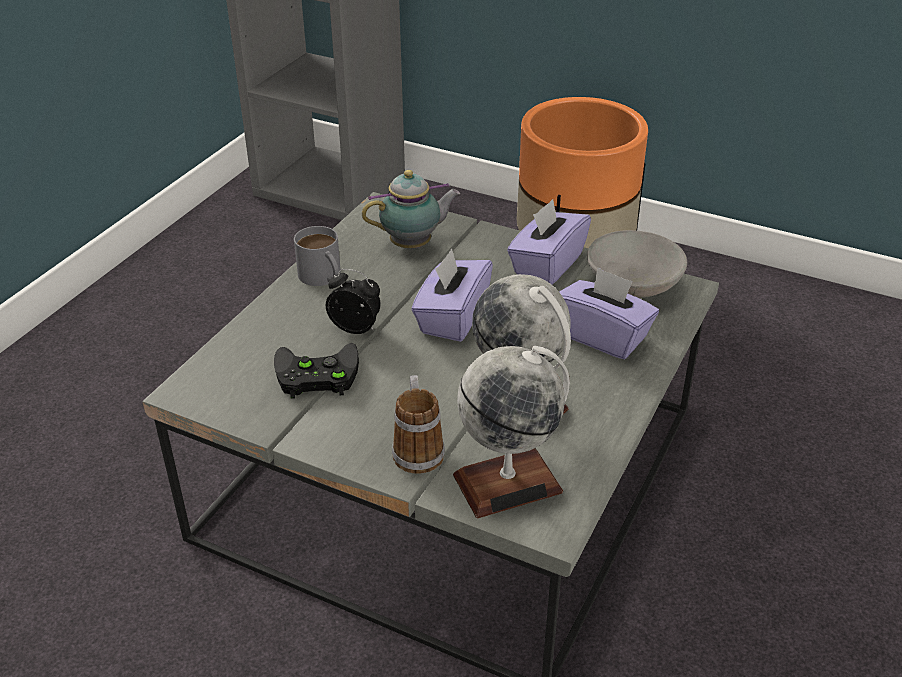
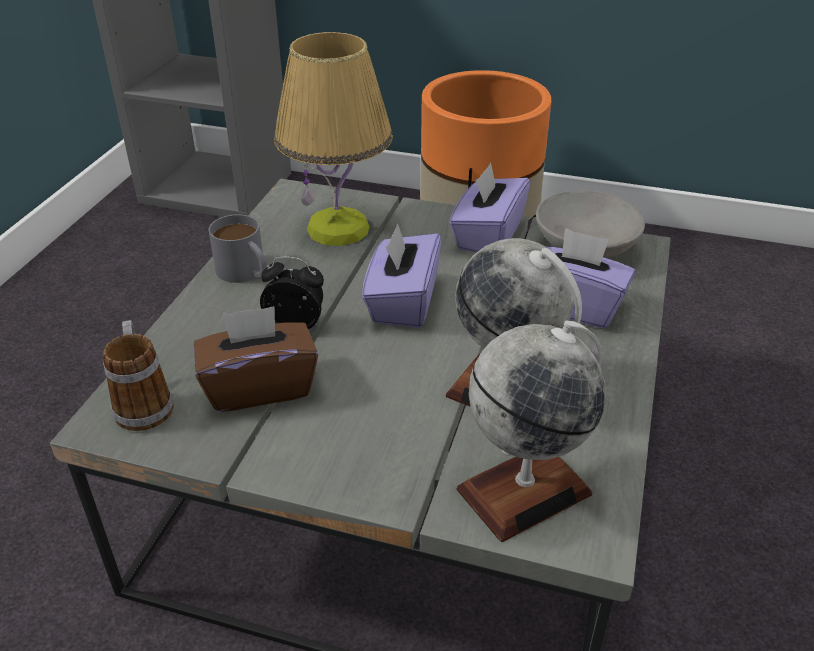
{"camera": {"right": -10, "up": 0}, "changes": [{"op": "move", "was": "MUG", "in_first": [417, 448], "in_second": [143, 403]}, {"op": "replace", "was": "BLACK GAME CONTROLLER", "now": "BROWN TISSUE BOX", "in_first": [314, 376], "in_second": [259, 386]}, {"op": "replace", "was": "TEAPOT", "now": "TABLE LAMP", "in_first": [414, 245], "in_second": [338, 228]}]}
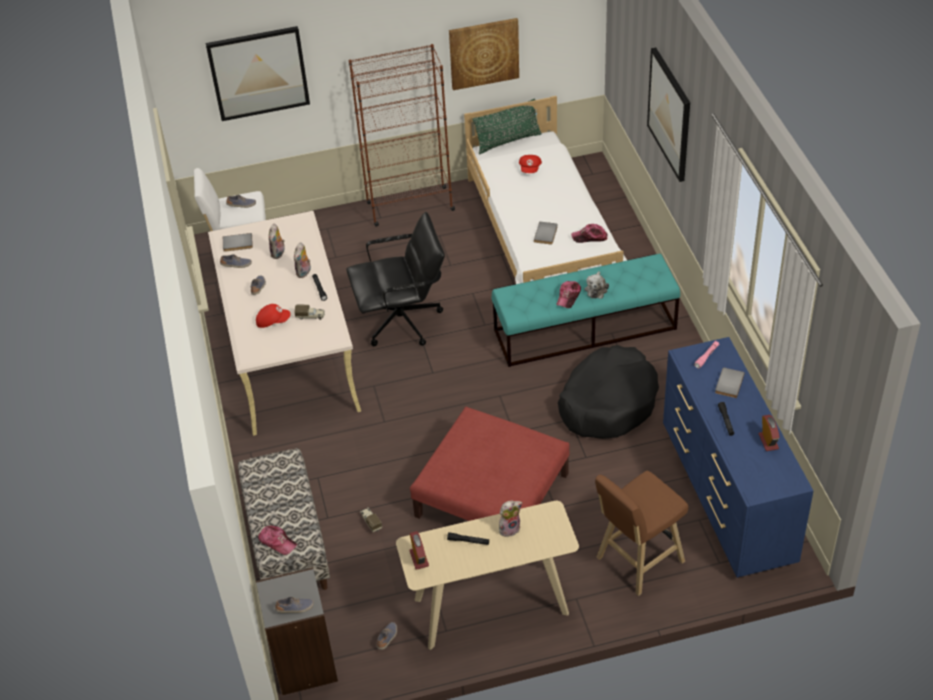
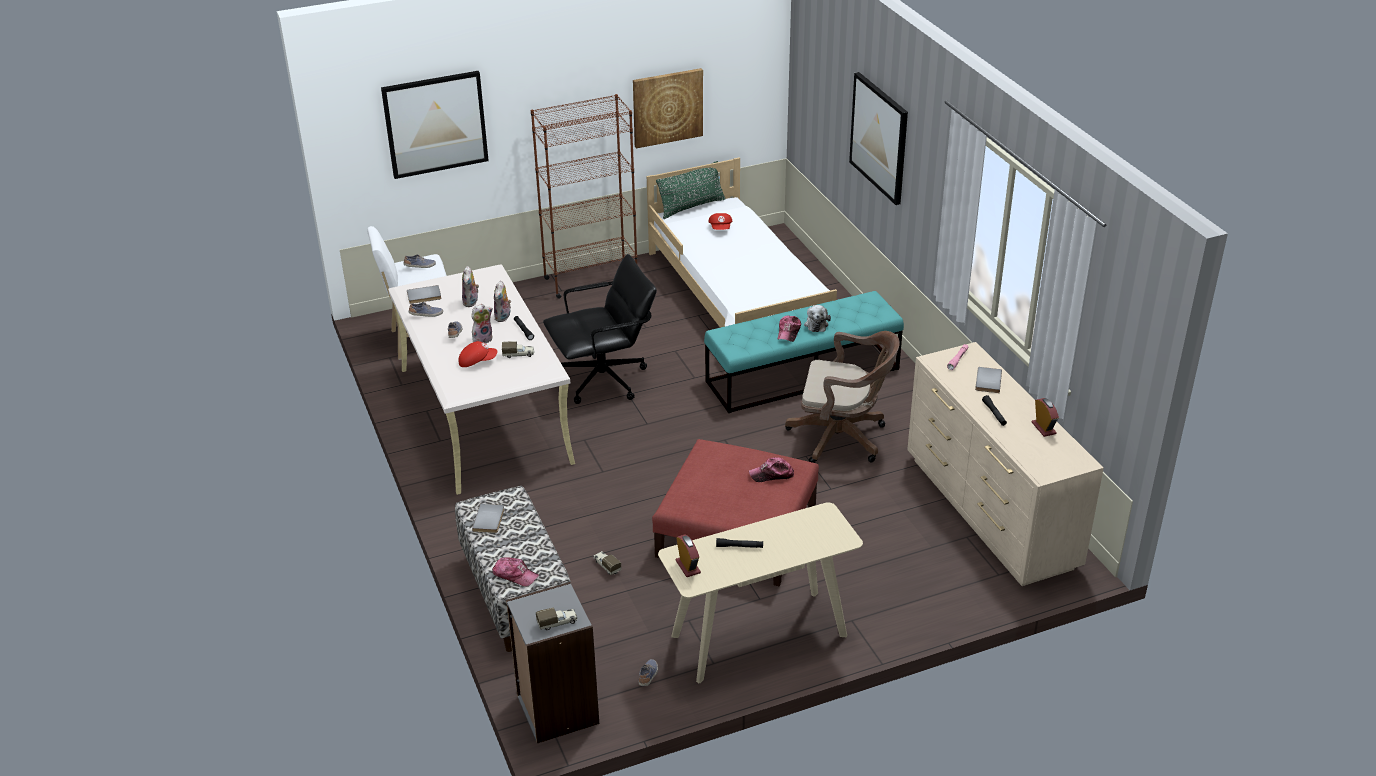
{"camera": {"right": -10, "up": -10}, "changes": [{"op": "move", "was": "PLUSH TOY", "in_first": [509, 528], "in_second": [482, 339]}, {"op": "move", "was": "GREY BOOK", "in_first": [546, 234], "in_second": [490, 520]}, {"op": "replace", "was": "SHOE", "now": "TOY TRUCK", "in_first": [295, 608], "in_second": [557, 623]}, {"op": "move", "was": "CAP", "in_first": [589, 237], "in_second": [772, 474]}, {"op": "replace", "was": "BLACK DOG BED", "now": "BROWN OFFICE CHAIR", "in_first": [608, 402], "in_second": [842, 438]}, {"op": "recolor", "was": "BLUE DRESSER", "now": "BEIGE DRESSER", "in_first": [727, 496], "in_second": [990, 513]}, {"op": "delete", "was": "BROWN STOOL", "in_first": [637, 562]}]}
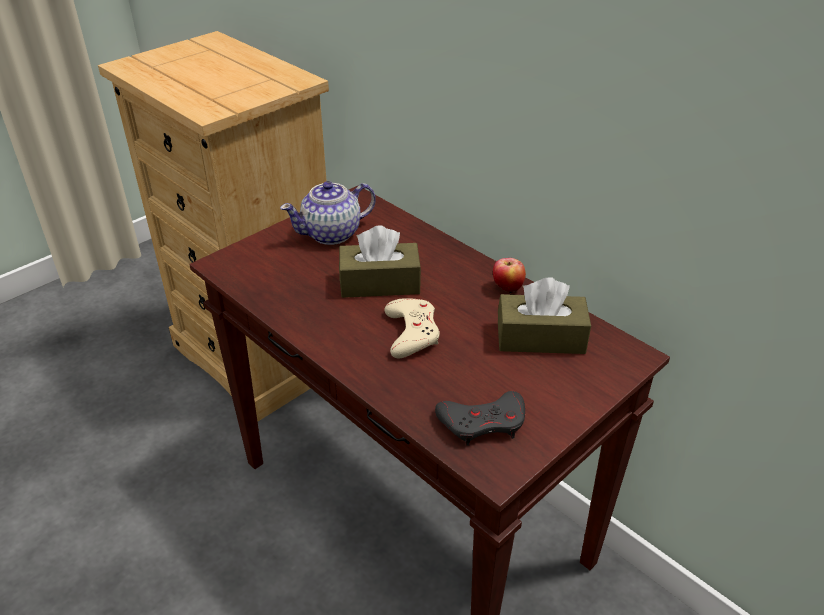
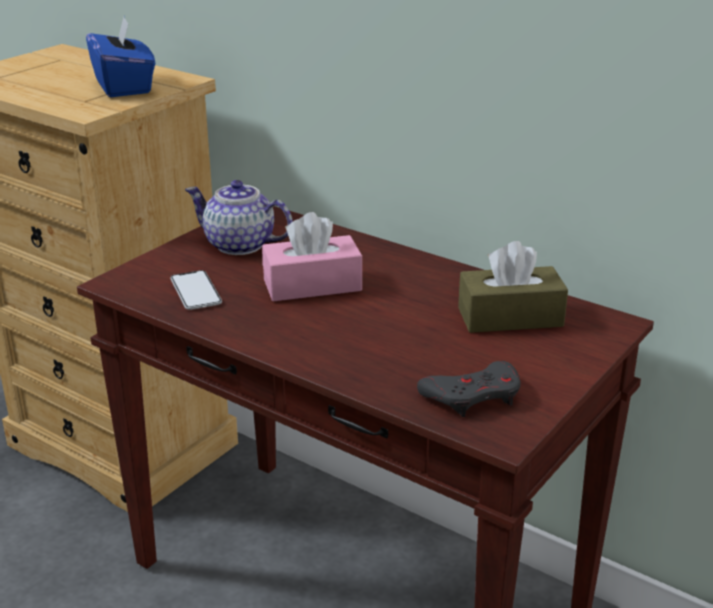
{"camera": {"right": -10, "up": -10}, "changes": [{"op": "insert", "now": "BLUE TISSUE BOX", "in_second": [124, 86]}, {"op": "insert", "now": "PHONE", "in_second": [195, 291]}, {"op": "rotate", "was": "TEAPOT", "in_first": [332, 234], "in_second": [240, 245], "clockwise": 60}, {"op": "recolor", "was": "BROWN TISSUE BOX", "now": "PINK TISSUE BOX", "in_first": [380, 283], "in_second": [312, 285]}, {"op": "delete", "was": "BEIGE GAME CONTROLLER", "in_first": [411, 332]}, {"op": "delete", "was": "APPLE", "in_first": [507, 289]}]}
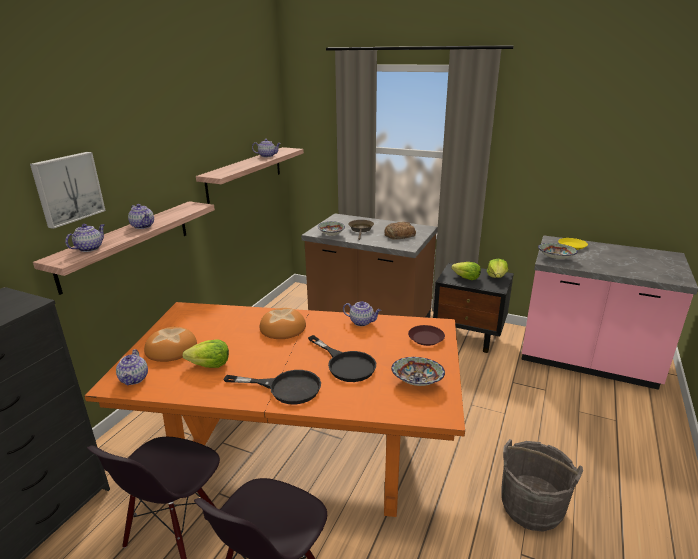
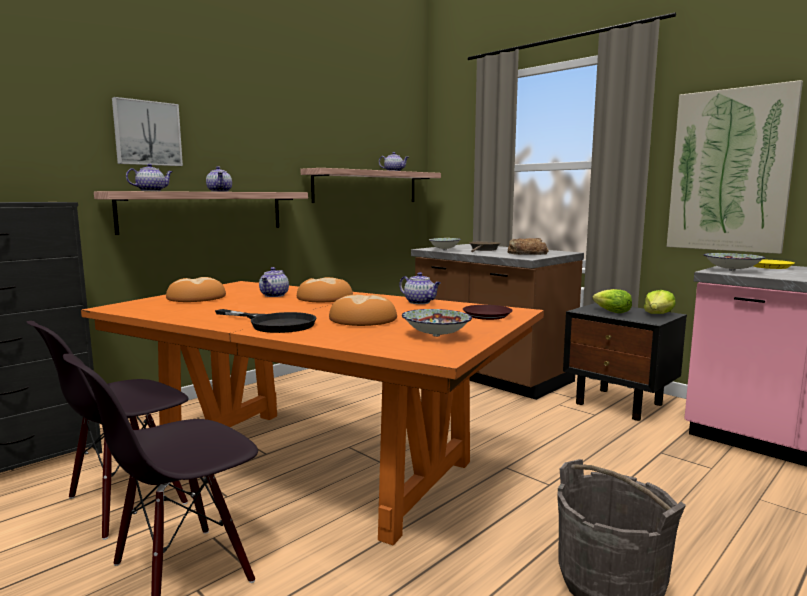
{"camera": {"right": 20, "up": -15}, "changes": [{"op": "move", "was": "TEAPOT", "in_first": [134, 379], "in_second": [274, 295]}, {"op": "replace", "was": "BLACK FRYING PAN", "now": "BREAD", "in_first": [346, 364], "in_second": [363, 319]}, {"op": "insert", "now": "PICTURE", "in_second": [729, 171]}, {"op": "delete", "was": "LETTUCE", "in_first": [210, 365]}]}
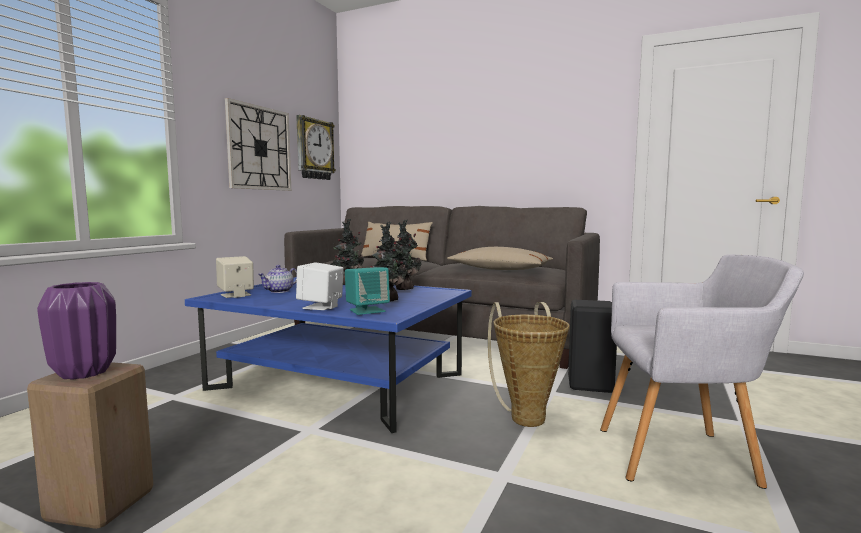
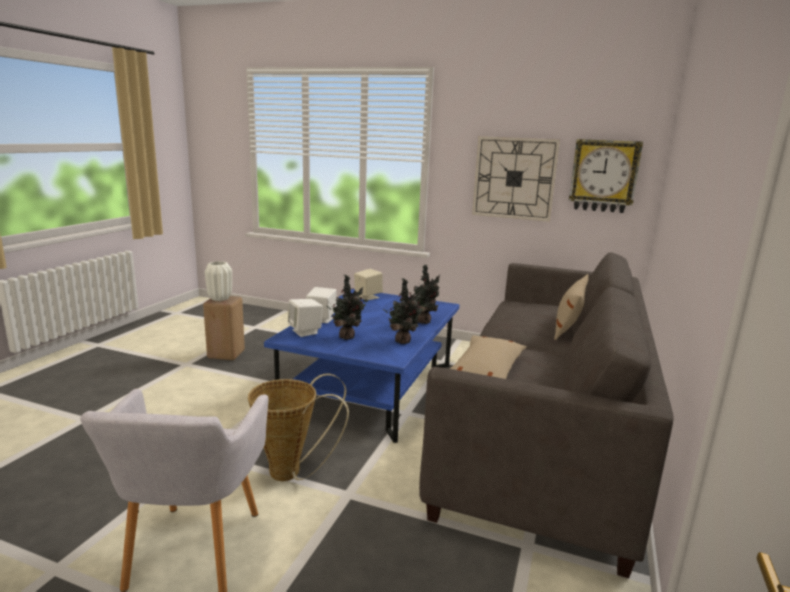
{"camera": {"right": 85, "up": 10}, "changes": [{"op": "recolor", "was": "PURPLE VASE", "now": "WHITE VASE", "in_first": [83, 373], "in_second": [220, 298]}, {"op": "recolor", "was": "TURQUOISE SPEAKER", "now": "WHITE SPEAKER", "in_first": [367, 310], "in_second": [305, 332]}, {"op": "delete", "was": "TEAPOT", "in_first": [279, 291]}, {"op": "delete", "was": "BLACK STOOL", "in_first": [591, 384]}]}
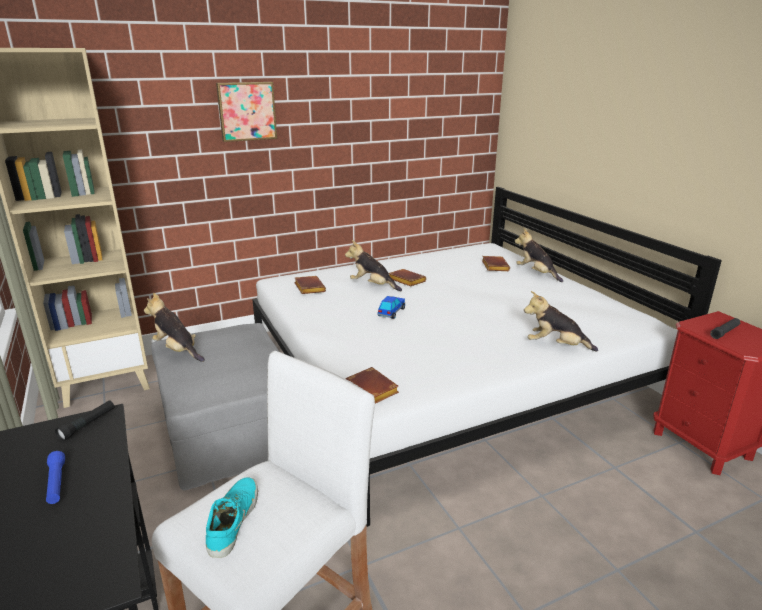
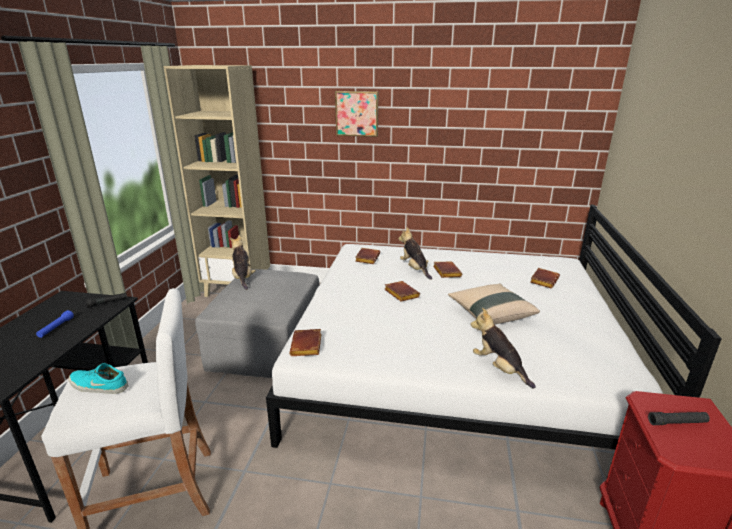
{"camera": {"right": 35, "up": 0}, "changes": [{"op": "rotate", "was": "TURQUOISE SHOE", "in_first": [232, 520], "in_second": [98, 386], "clockwise": -120}, {"op": "replace", "was": "TOY CAR", "now": "BROWN BOOK", "in_first": [391, 312], "in_second": [400, 294]}, {"op": "insert", "now": "BEIGE PILLOW", "in_second": [490, 314]}, {"op": "delete", "was": "PLUSH TOY", "in_first": [536, 273]}]}
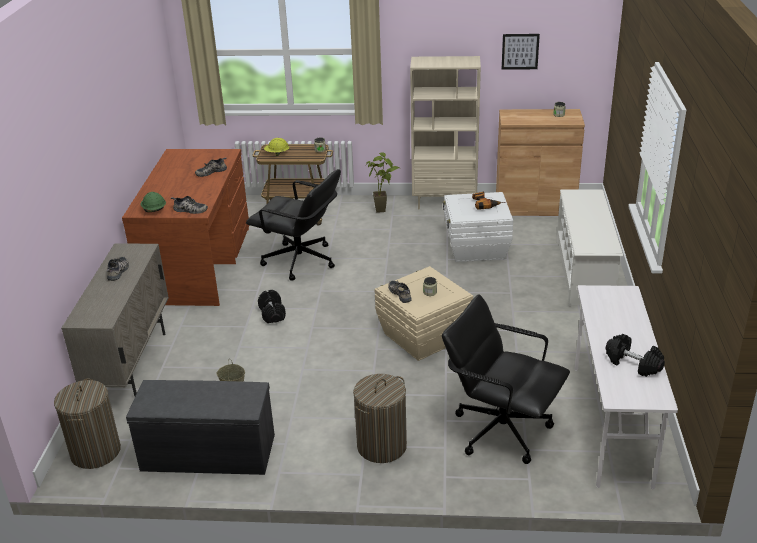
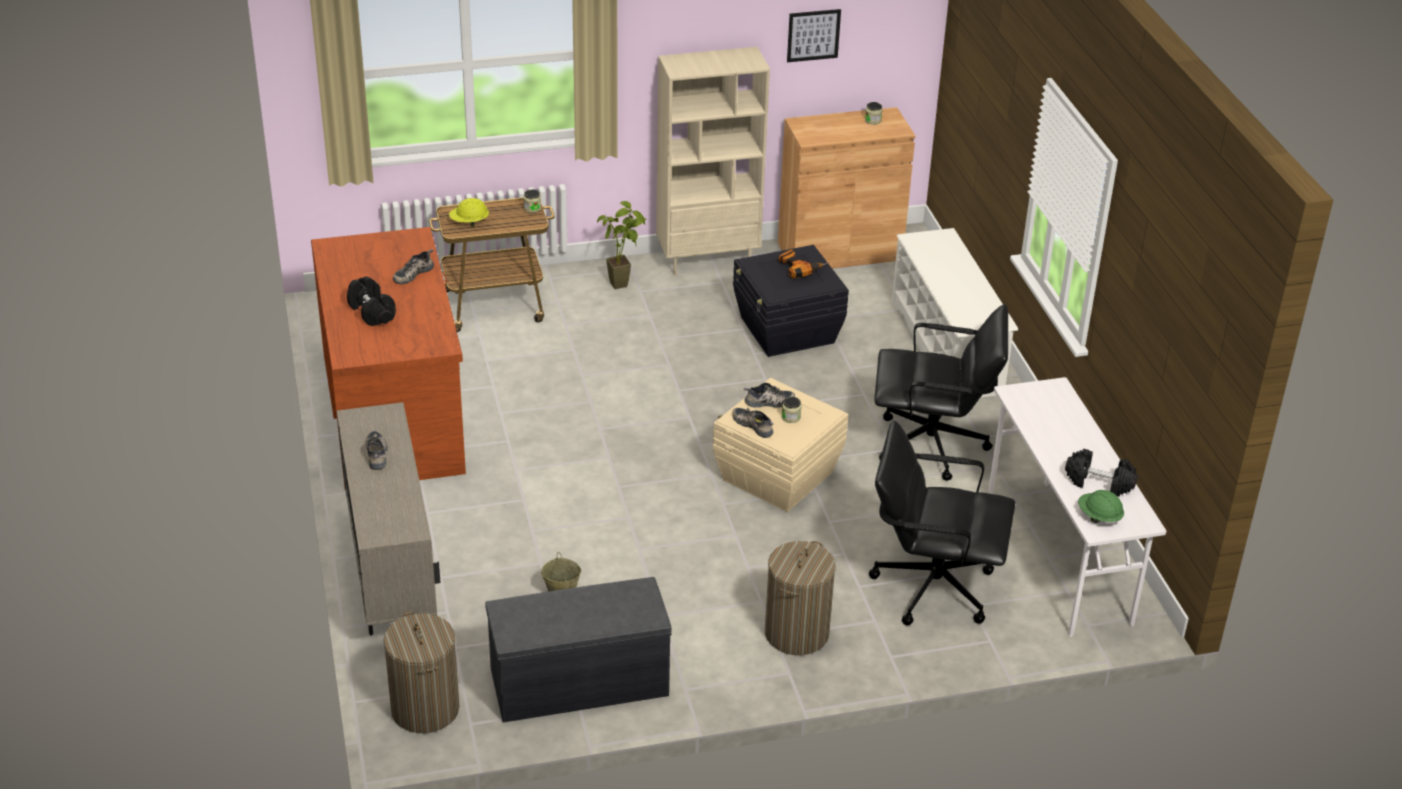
{"camera": {"right": -20, "up": 5}, "changes": [{"op": "move", "was": "BLACK DUMBBELL", "in_first": [272, 313], "in_second": [371, 312]}, {"op": "recolor", "was": "WHITE STORAGE BOX", "now": "BLACK STORAGE BOX", "in_first": [476, 248], "in_second": [787, 331]}, {"op": "move", "was": "SHOE", "in_first": [189, 210], "in_second": [769, 402]}, {"op": "move", "was": "BLACK OFFICE CHAIR", "in_first": [300, 261], "in_second": [932, 446]}, {"op": "move", "was": "GREEN HARD HAT", "in_first": [154, 210], "in_second": [1099, 517]}]}
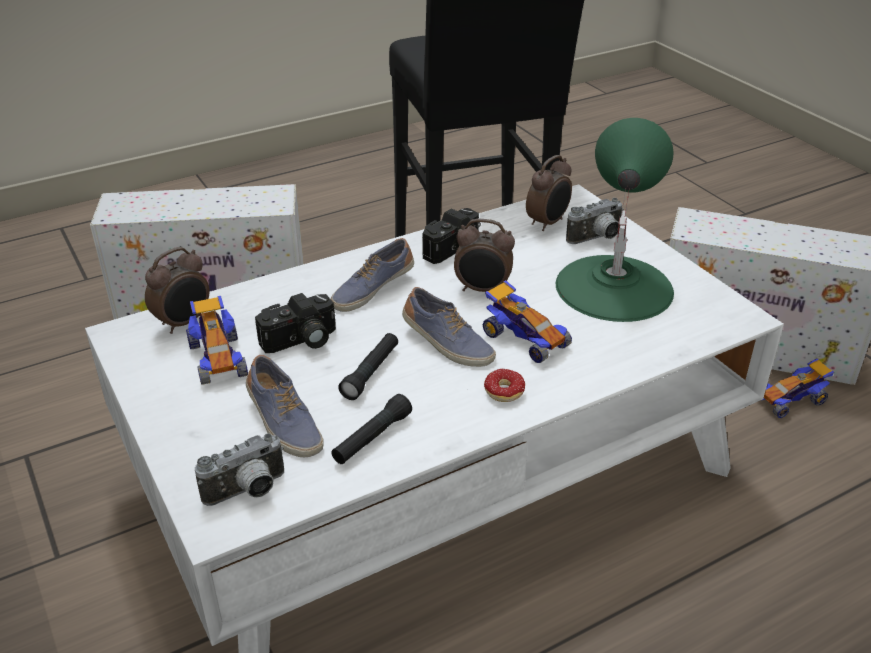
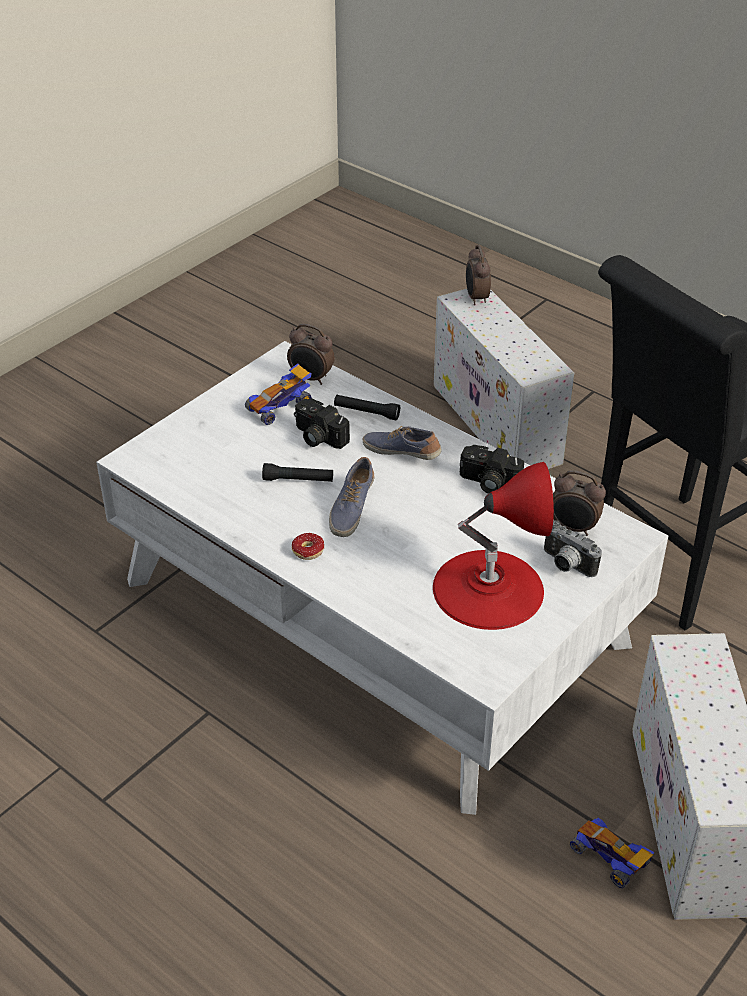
{"camera": {"right": 70, "up": 5}, "changes": [{"op": "move", "was": "BLACK FLASHLIGHT", "in_first": [372, 438], "in_second": [366, 412]}, {"op": "recolor", "was": "GREEN TABLE LAMP", "now": "RED TABLE LAMP", "in_first": [613, 287], "in_second": [488, 588]}, {"op": "move", "was": "ALARM CLOCK", "in_first": [482, 290], "in_second": [476, 298]}, {"op": "delete", "was": "PHOTO CAMERA", "in_first": [248, 492]}, {"op": "delete", "was": "SHOE", "in_first": [283, 423]}, {"op": "delete", "was": "TOY CAR", "in_first": [524, 339]}]}
